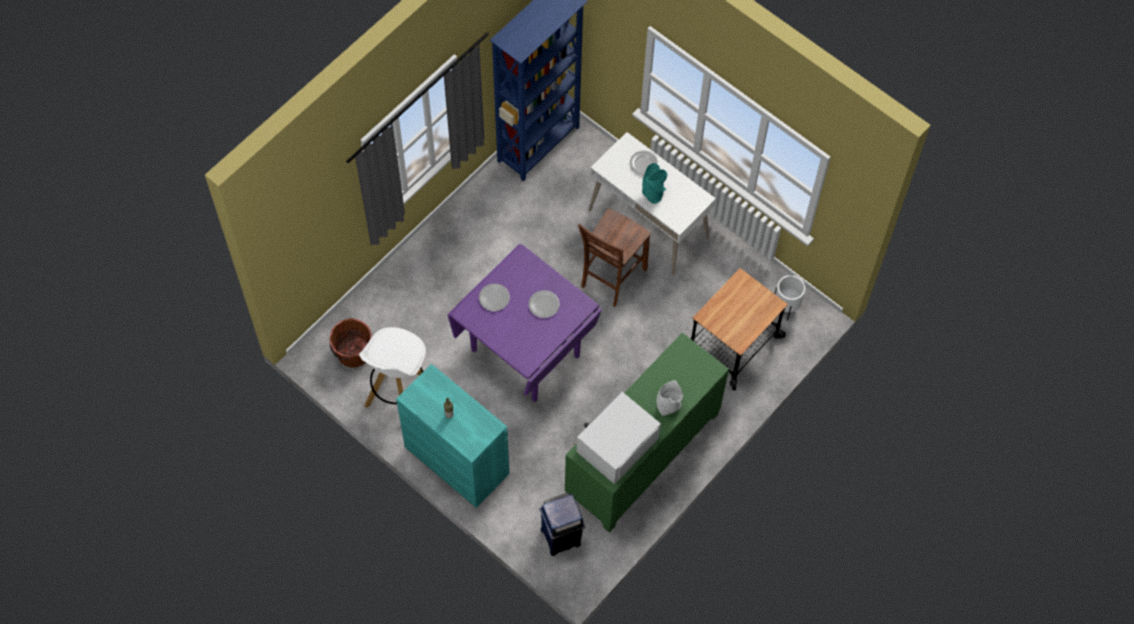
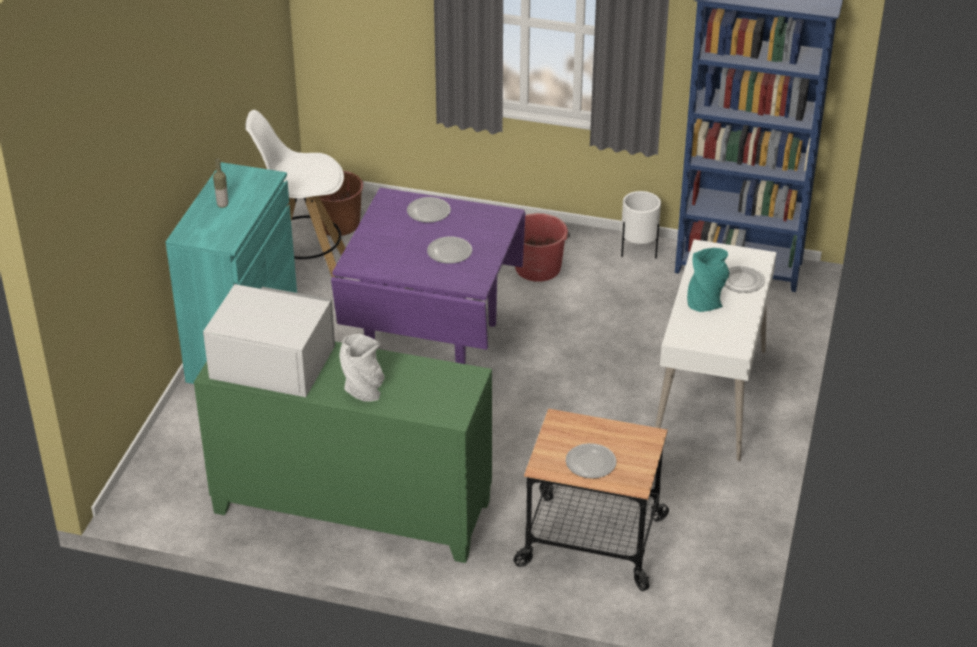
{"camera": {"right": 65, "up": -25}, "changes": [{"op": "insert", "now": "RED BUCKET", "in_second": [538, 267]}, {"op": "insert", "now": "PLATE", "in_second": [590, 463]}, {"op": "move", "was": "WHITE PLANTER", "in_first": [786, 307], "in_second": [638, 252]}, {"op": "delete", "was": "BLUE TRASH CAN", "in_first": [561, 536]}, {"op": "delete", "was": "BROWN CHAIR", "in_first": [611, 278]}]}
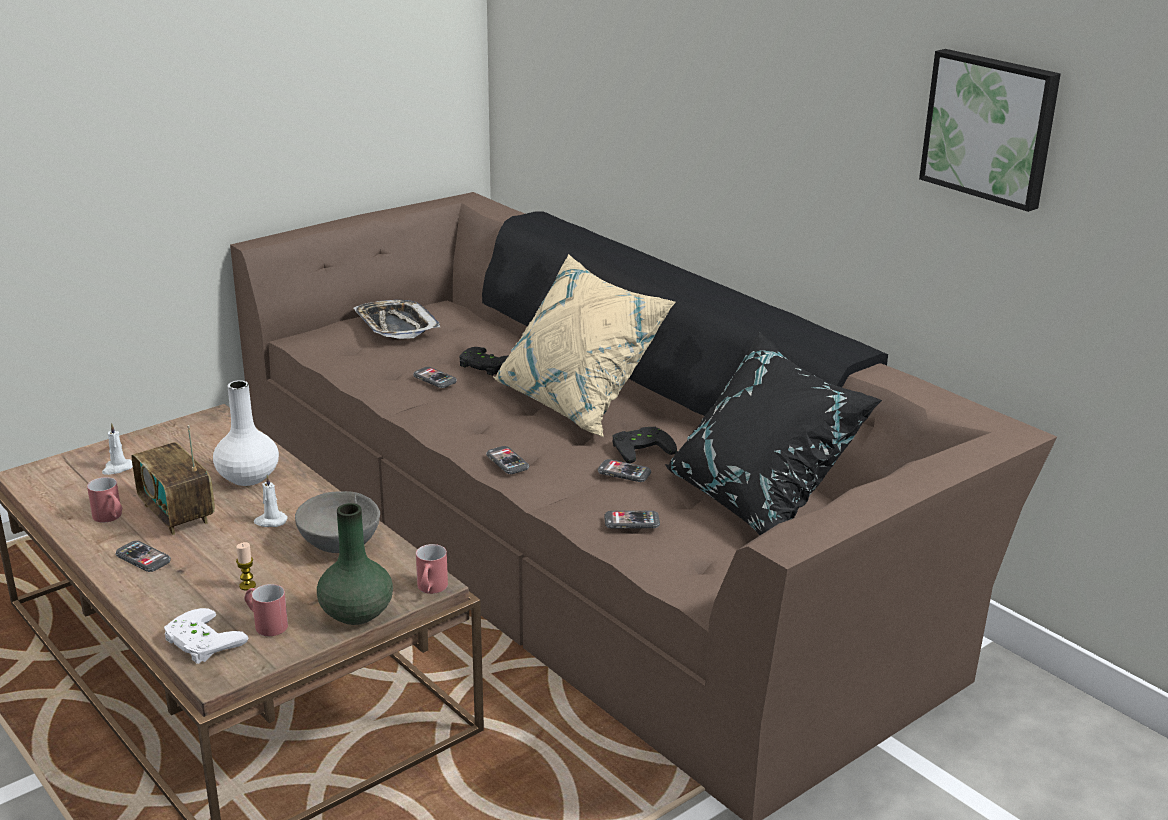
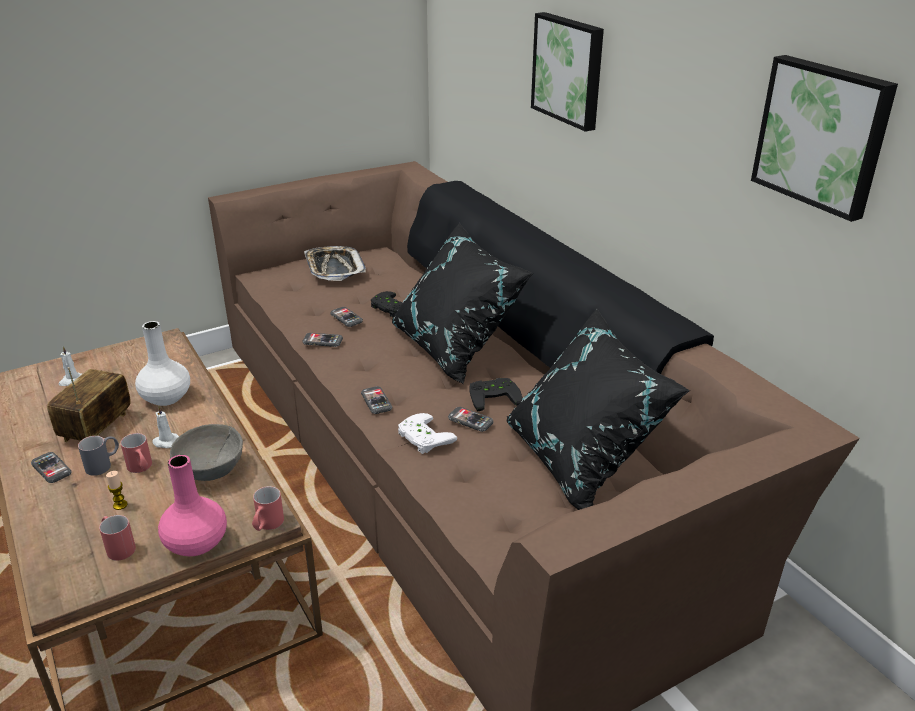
{"camera": {"right": 10, "up": 5}, "changes": [{"op": "rotate", "was": "RADIO", "in_first": [177, 514], "in_second": [97, 428], "clockwise": 45}, {"op": "insert", "now": "GREY MUG", "in_second": [104, 464]}, {"op": "move", "was": "RED MUG", "in_first": [111, 518], "in_second": [141, 468]}, {"op": "recolor", "was": "GREEN VASE", "now": "PINK VASE", "in_first": [357, 613], "in_second": [197, 544]}, {"op": "move", "was": "PHONE", "in_first": [631, 521], "in_second": [322, 341]}, {"op": "recolor", "was": "BEIGE PILLOW", "now": "BLACK PILLOW", "in_first": [579, 402], "in_second": [456, 347]}, {"op": "move", "was": "WHITE GAME CONTROLLER", "in_first": [199, 642], "in_second": [422, 438]}, {"op": "insert", "now": "PICTURE", "in_second": [569, 70]}]}
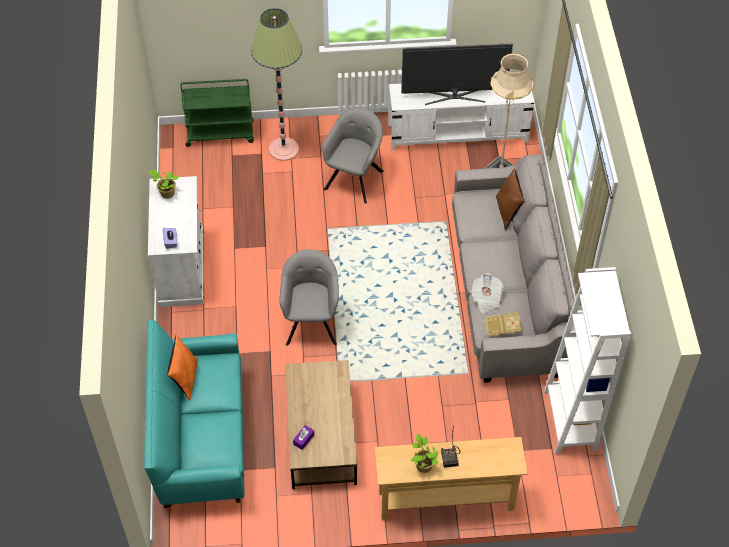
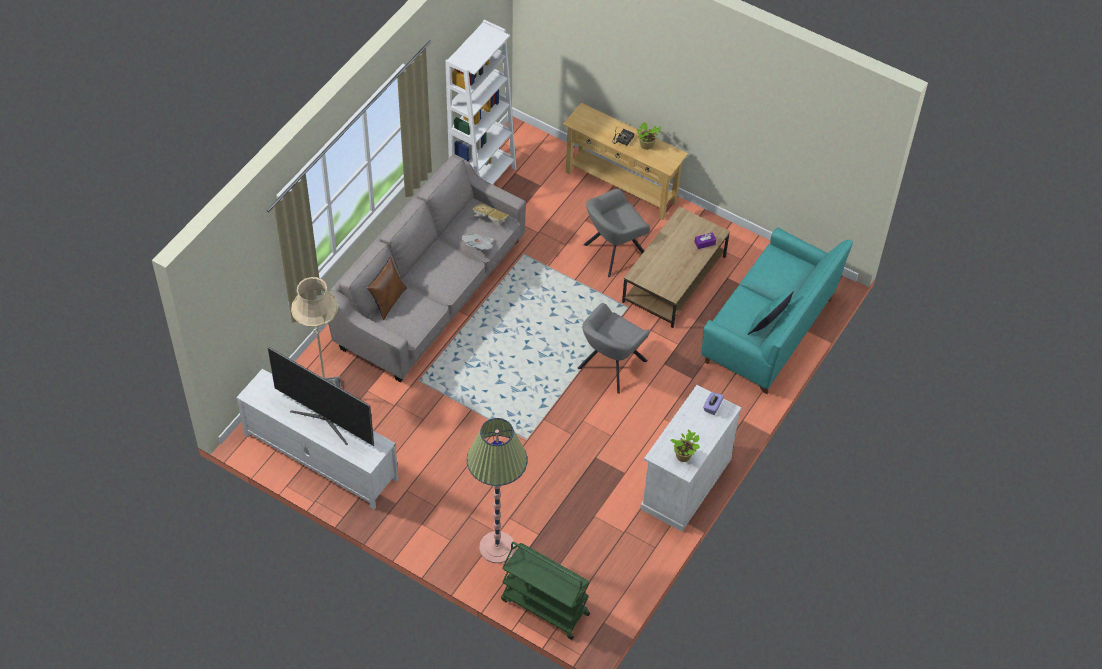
{"camera": {"right": -145, "up": 0}, "changes": [{"op": "move", "was": "GREY ARMCHAIR", "in_first": [354, 178], "in_second": [614, 252]}, {"op": "recolor", "was": "ORANGE PILLOW", "now": "TURQUOISE PILLOW", "in_first": [185, 379], "in_second": [767, 325]}]}
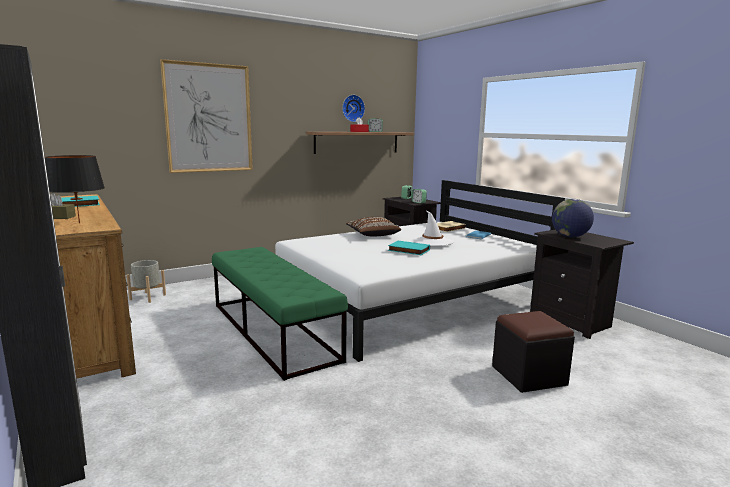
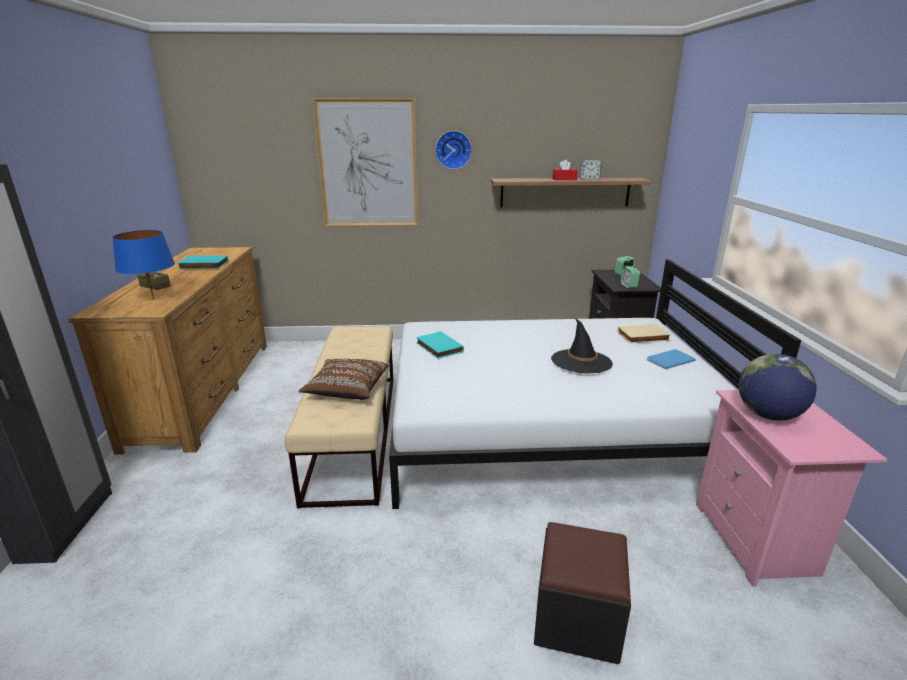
{"camera": {"right": 30, "up": 10}, "changes": [{"op": "recolor", "was": "BLACK TABLE LAMP", "now": "BLUE TABLE LAMP", "in_first": [79, 223], "in_second": [153, 299]}, {"op": "recolor", "was": "GREEN BENCH", "now": "BEIGE BENCH", "in_first": [273, 331], "in_second": [354, 432]}, {"op": "move", "was": "BROWN PILLOW", "in_first": [372, 235], "in_second": [347, 390]}, {"op": "move", "was": "TURQUOISE BOOK", "in_first": [408, 250], "in_second": [438, 347]}, {"op": "move", "was": "WALL CLOCK", "in_first": [352, 108], "in_second": [453, 150]}, {"op": "recolor", "was": "WHITE HAT", "now": "BLACK HAT", "in_first": [432, 242], "in_second": [581, 361]}, {"op": "recolor", "was": "BLACK NIGHTSTAND", "now": "PINK NIGHTSTAND", "in_first": [572, 321], "in_second": [757, 541]}, {"op": "delete", "was": "GREY PLANTER", "in_first": [147, 297]}]}
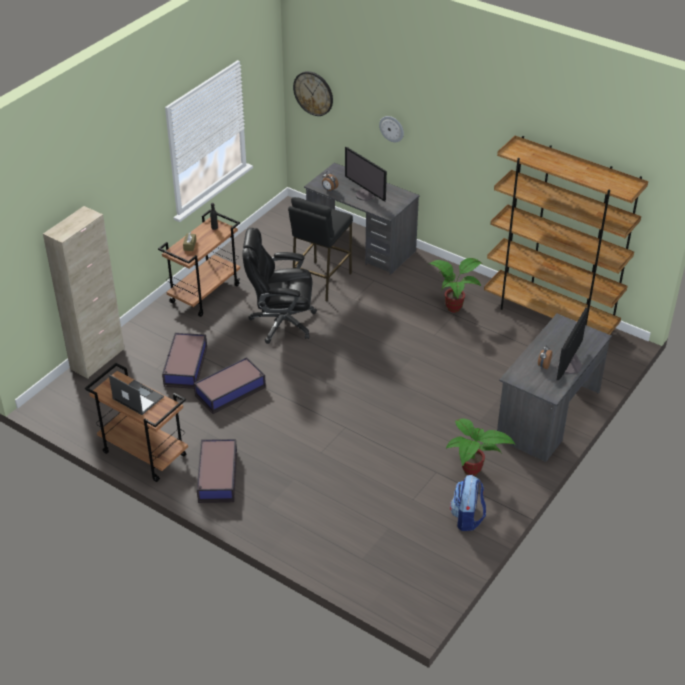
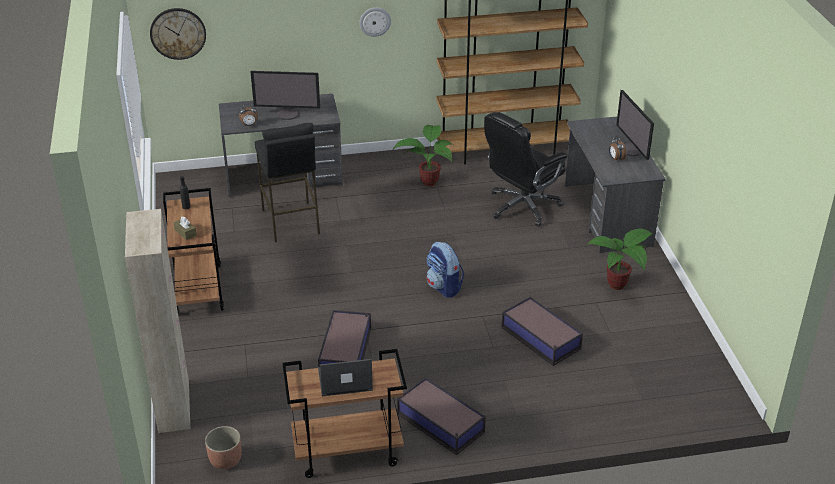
{"camera": {"right": -45, "up": -5}, "changes": [{"op": "insert", "now": "PLANTER", "in_second": [225, 460]}, {"op": "move", "was": "WALL CLOCK", "in_first": [392, 128], "in_second": [375, 21]}, {"op": "move", "was": "BACKPACK", "in_first": [467, 518], "in_second": [444, 287]}, {"op": "move", "was": "BLACK OFFICE CHAIR", "in_first": [281, 322], "in_second": [522, 206]}, {"op": "move", "was": "STORAGE BOX", "in_first": [185, 367], "in_second": [541, 339]}]}
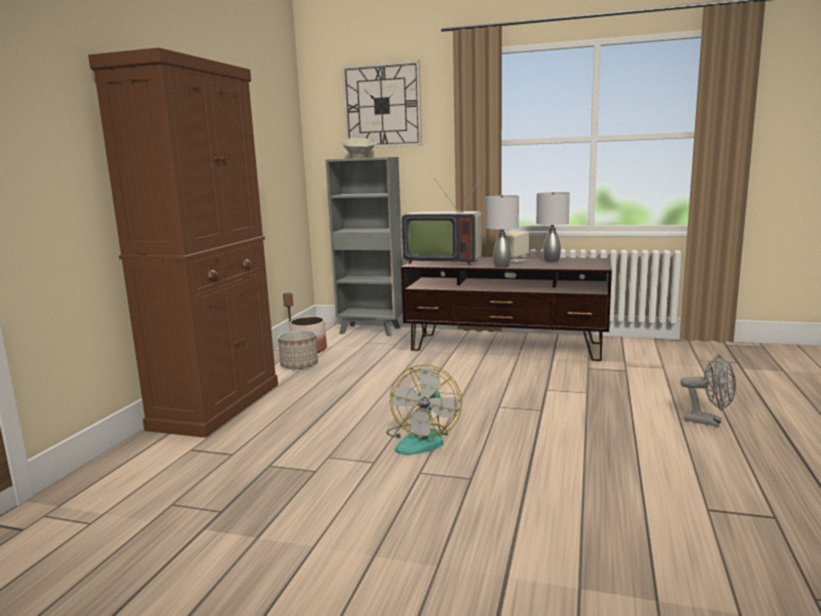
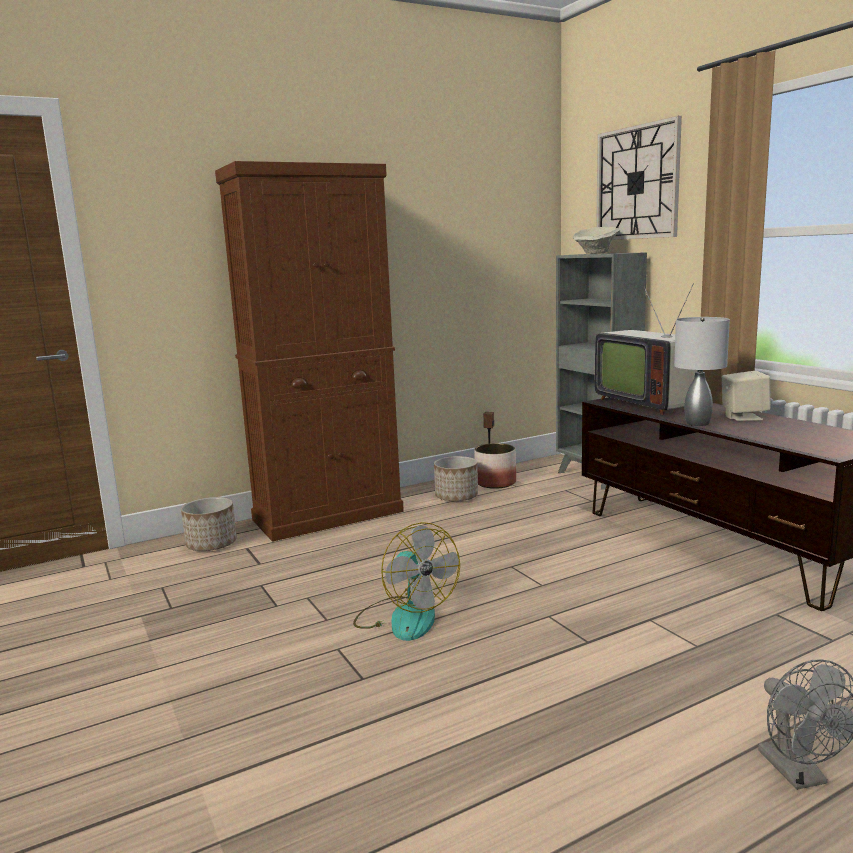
{"camera": {"right": 45, "up": 0}, "changes": [{"op": "insert", "now": "PLANTER", "in_second": [212, 544]}, {"op": "rotate", "was": "FAN", "in_first": [422, 439], "in_second": [405, 617], "clockwise": -90}, {"op": "delete", "was": "GREY TABLE LAMP", "in_first": [551, 260]}]}
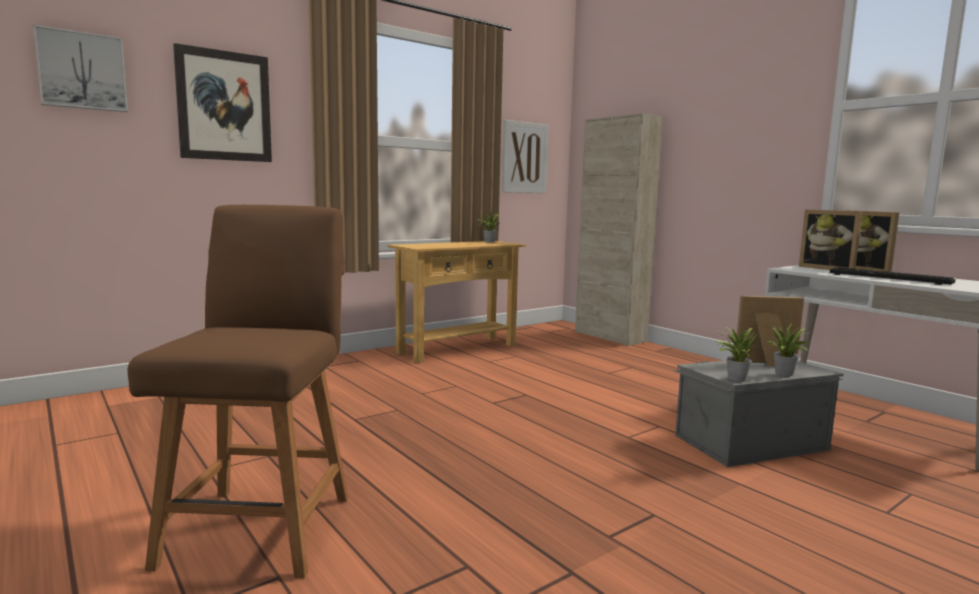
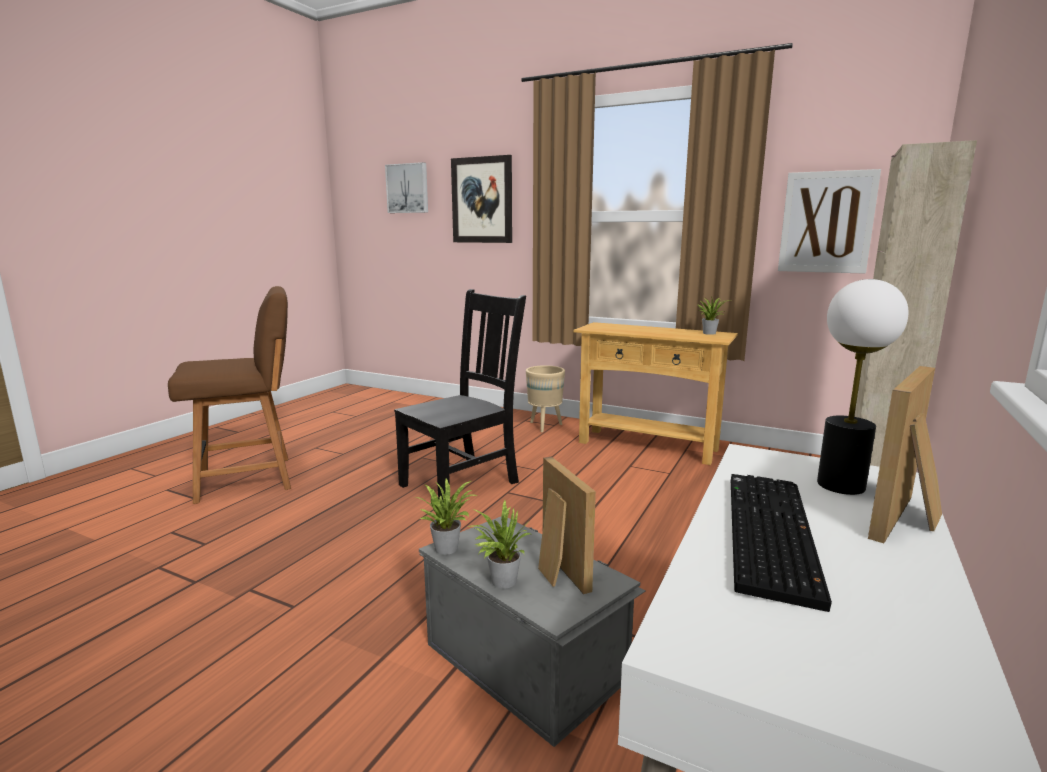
{"camera": {"right": 65, "up": 5}, "changes": [{"op": "insert", "now": "BLACK CHAIR", "in_second": [463, 483]}, {"op": "insert", "now": "BEIGE PLANTER", "in_second": [544, 426]}, {"op": "replace", "was": "PICTURE FRAME", "now": "TABLE LAMP", "in_first": [828, 268], "in_second": [841, 485]}]}
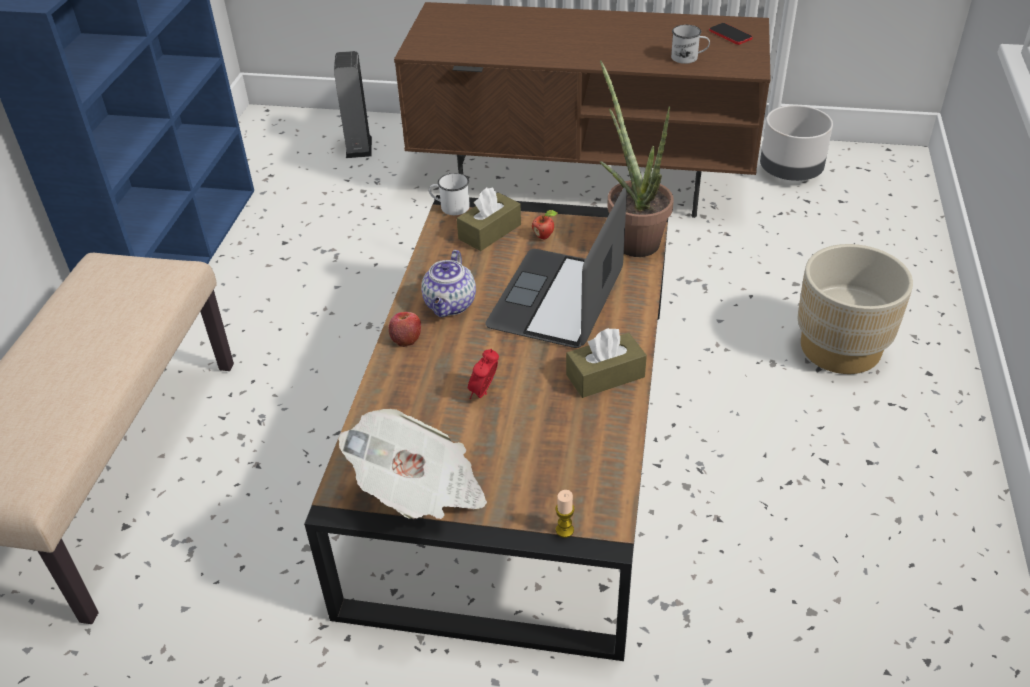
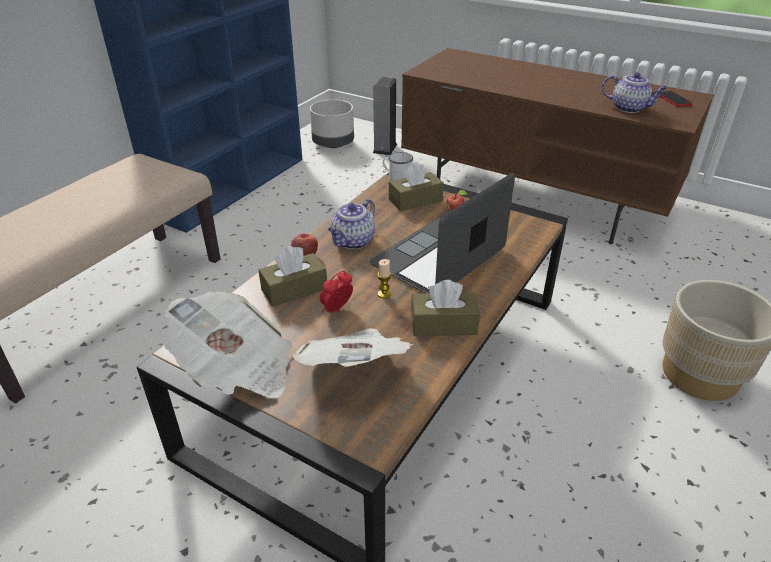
{"camera": {"right": 20, "up": -5}, "changes": [{"op": "insert", "now": "BROWN TISSUE BOX", "in_second": [294, 289]}, {"op": "insert", "now": "NEWSPAPER", "in_second": [354, 369]}, {"op": "move", "was": "GREY PLANTER", "in_first": [791, 172], "in_second": [333, 144]}, {"op": "move", "was": "CANDLE", "in_first": [564, 530], "in_second": [384, 294]}, {"op": "replace", "was": "WHITE MUG", "now": "TEAPOT", "in_first": [689, 58], "in_second": [629, 108]}, {"op": "delete", "was": "POTTED PLANT", "in_first": [631, 238]}]}
